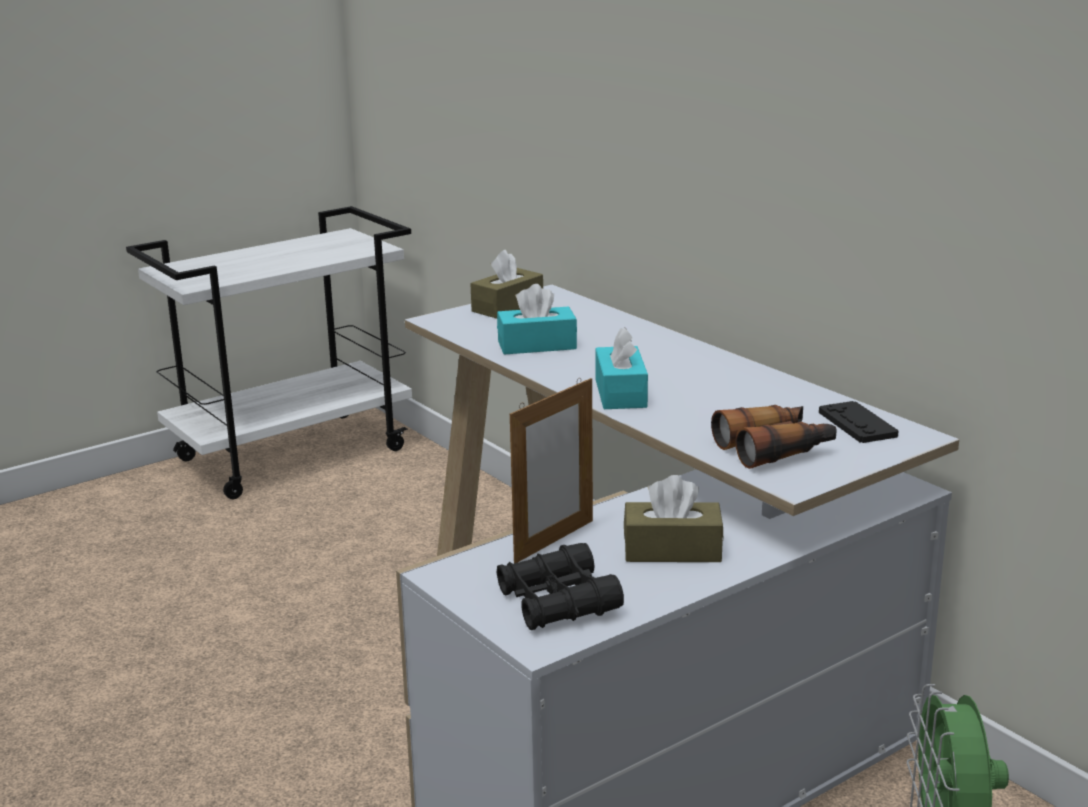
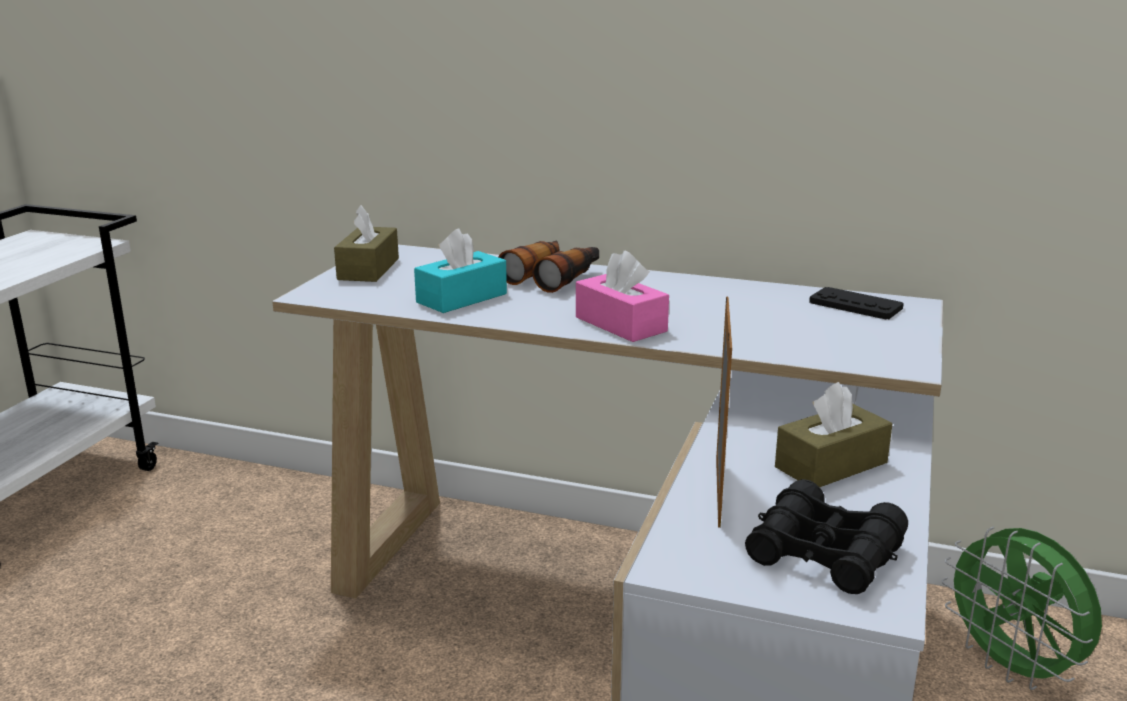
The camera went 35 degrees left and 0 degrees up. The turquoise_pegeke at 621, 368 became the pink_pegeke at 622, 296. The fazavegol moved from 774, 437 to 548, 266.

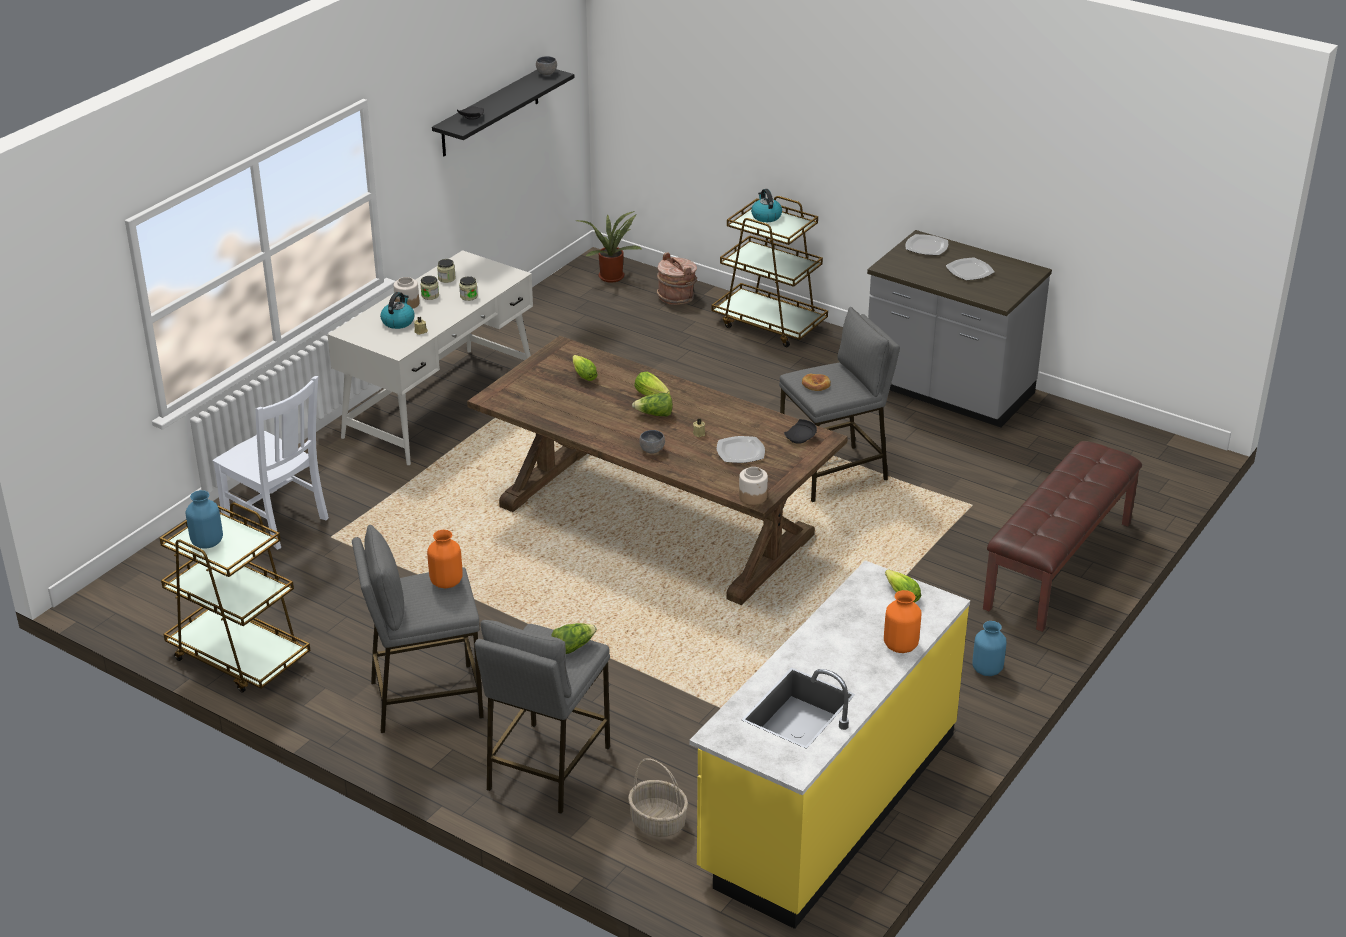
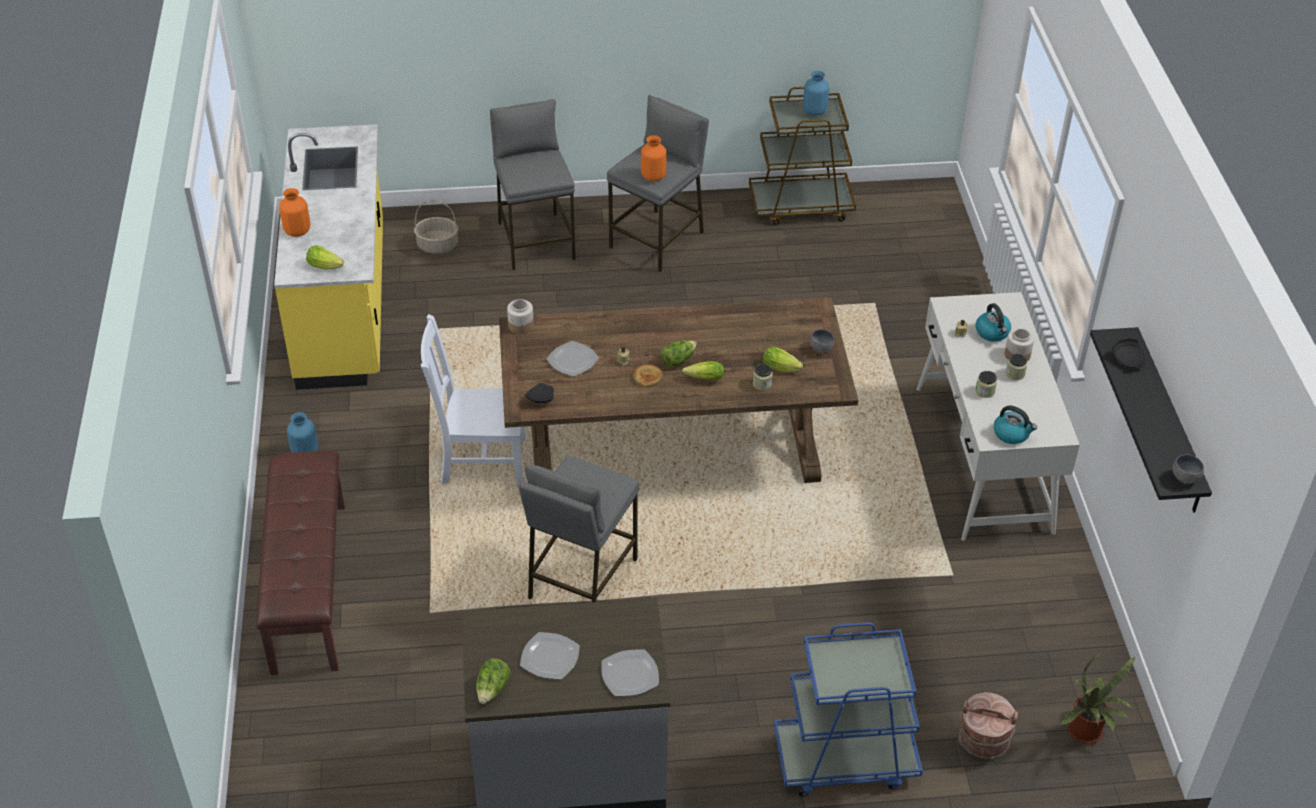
The camera went 140 degrees right and 10 degrees up. The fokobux moved from 766, 205 to 1015, 425. The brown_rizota at 770, 271 became the blue_rizota at 848, 710. The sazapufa moved from 446, 271 to 763, 377. The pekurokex moved from 816, 382 to 648, 376. The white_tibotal moved from 271, 463 to 473, 399. The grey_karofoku moved from 652, 442 to 822, 341. The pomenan moved from 574, 638 to 493, 681.

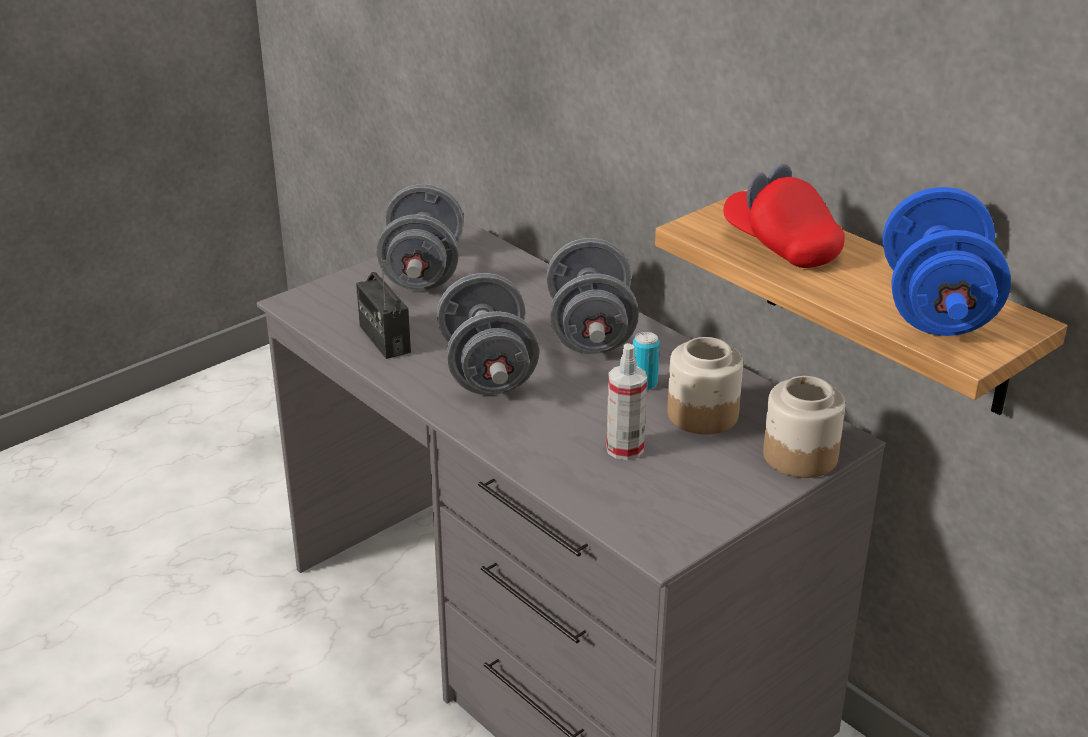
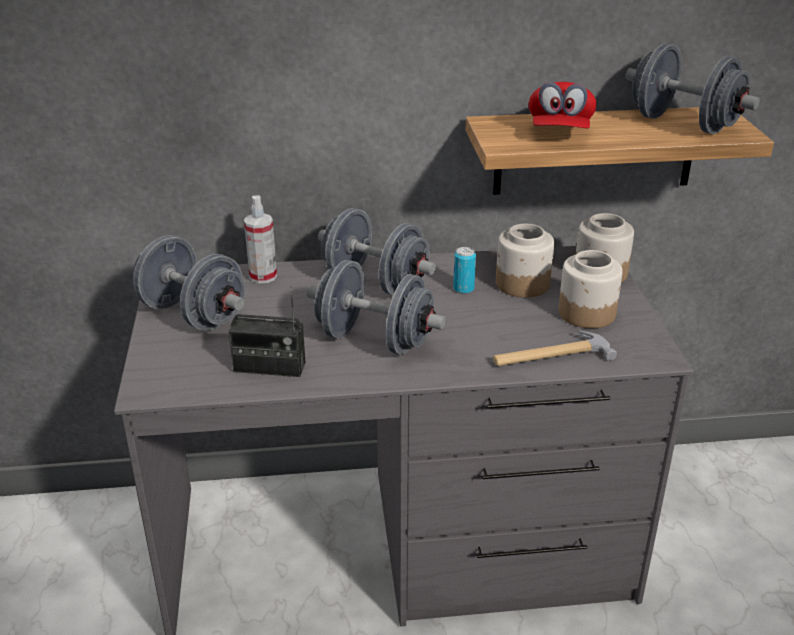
The camera went 55 degrees left and 0 degrees up. The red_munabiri at 784, 216 turned 75 degrees counterclockwise. The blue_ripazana at 947, 261 became the grey_ripazana at 692, 88. The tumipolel moved from 626, 401 to 260, 239. The sazapufa at 590, 289 appeared. The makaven at 555, 348 appeared.

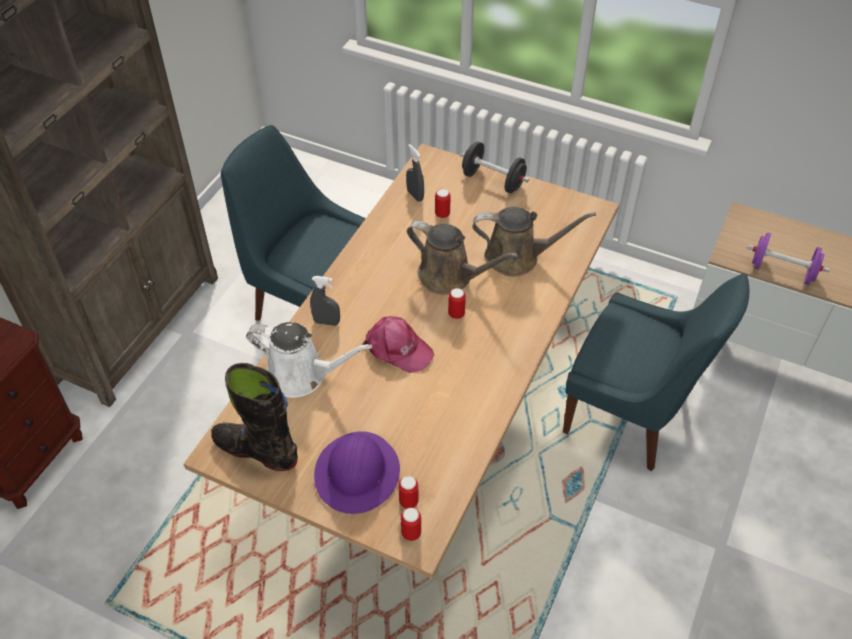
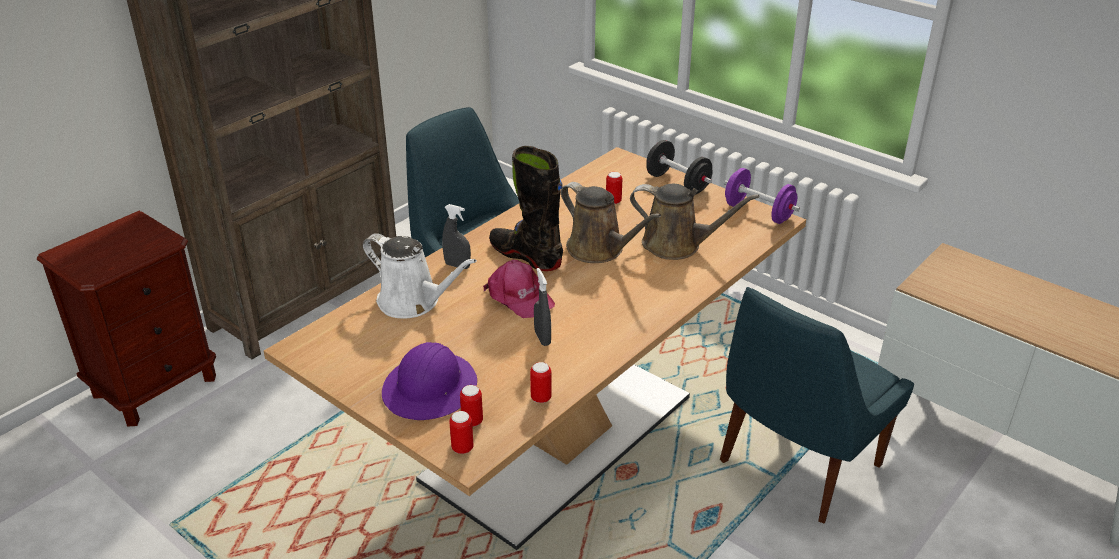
The camera went 15 degrees right and 15 degrees down. The grey_tumipolel moved from 415, 173 to 542, 307. The purple_ripazana moved from 788, 258 to 762, 196. The blue_tibotal at 656, 372 turned 90 degrees clockwise. The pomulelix moved from 457, 303 to 541, 382. The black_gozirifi moved from 254, 417 to 526, 208.

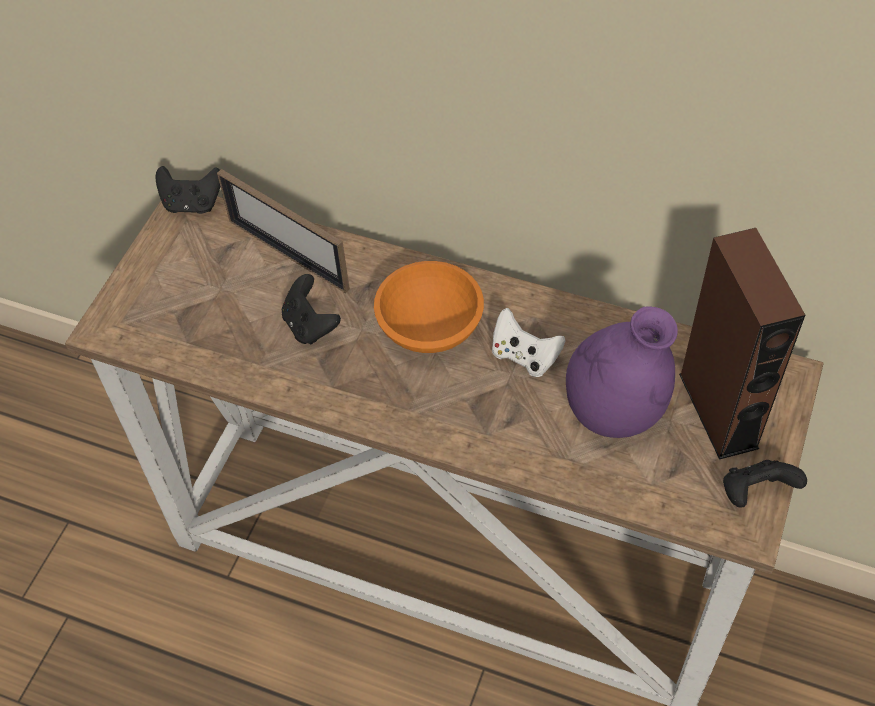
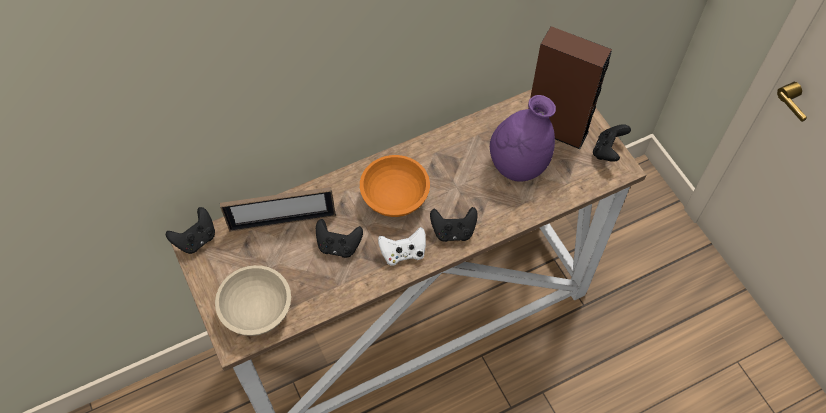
The camera went 50 degrees left and 5 degrees up. The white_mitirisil moved from 528, 342 to 402, 246. The black_mitirisil at 454, 224 appeared. The beige_karofoku at 253, 300 appeared.

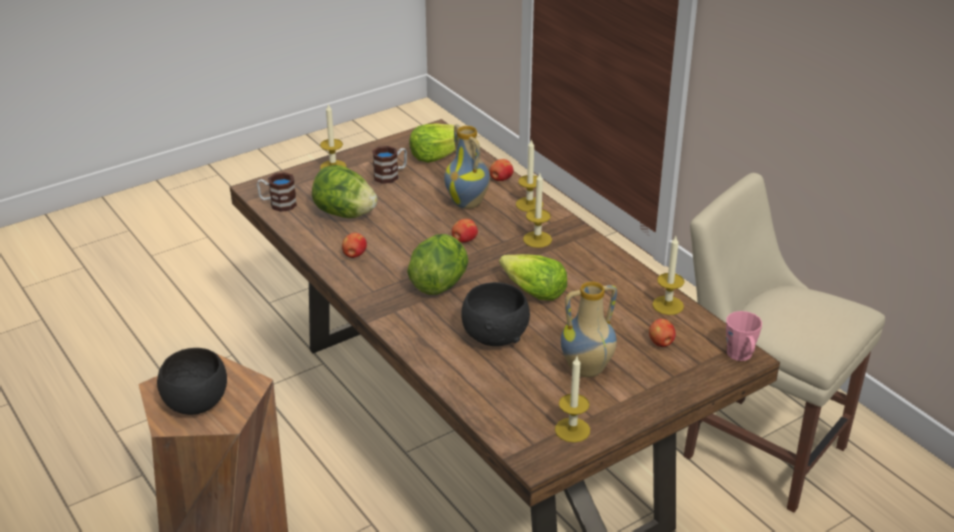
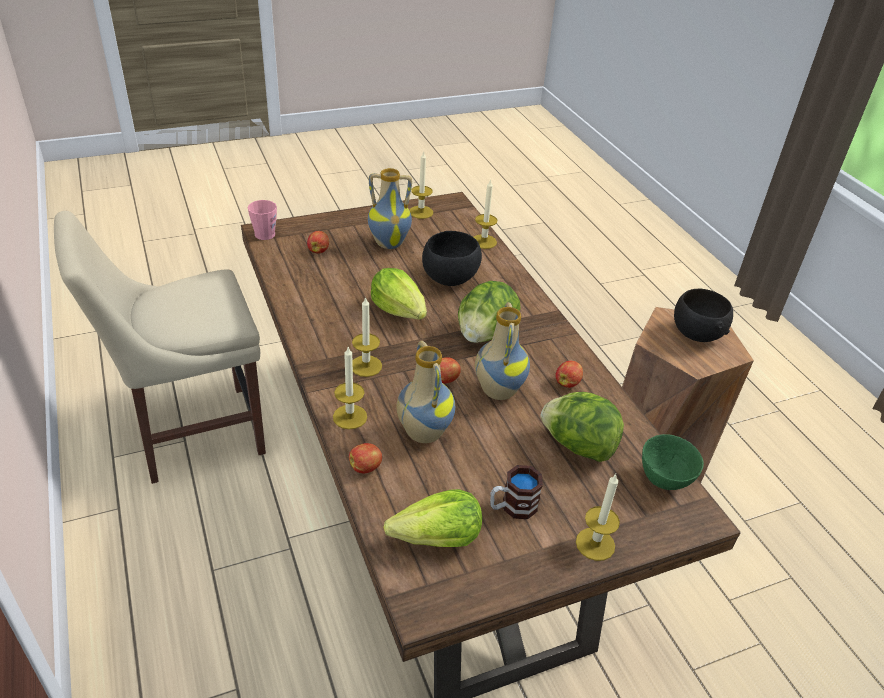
The camera went 170 degrees left and 5 degrees up. The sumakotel at 277, 192 was replaced by the green_karofoku at 673, 462. The beige_tibotal at 784, 343 turned 105 degrees clockwise. The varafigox moved from 668, 275 to 485, 214. The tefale at 502, 351 appeared.

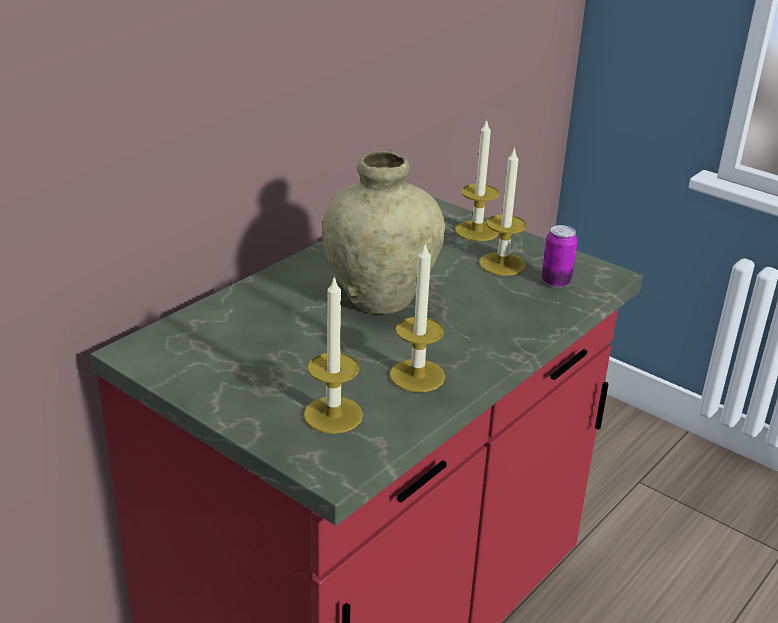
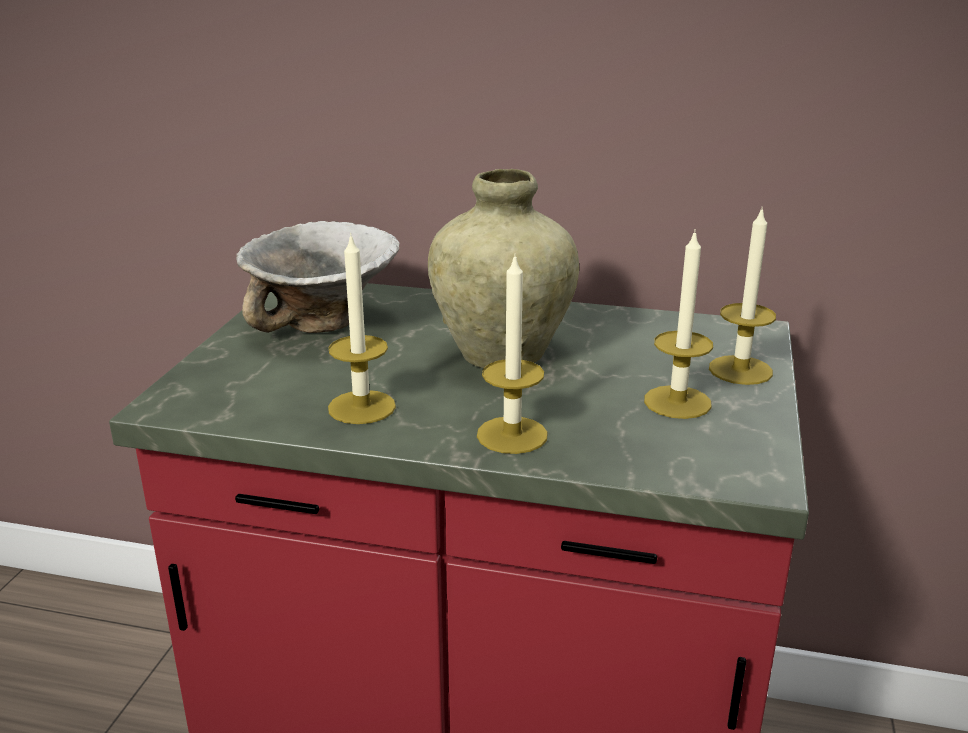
The camera went 65 degrees right and 5 degrees down. The pomulelix at 560, 256 disappeared. The varafigox moved from 333, 354 to 512, 353. The karofoku at 318, 277 appeared.

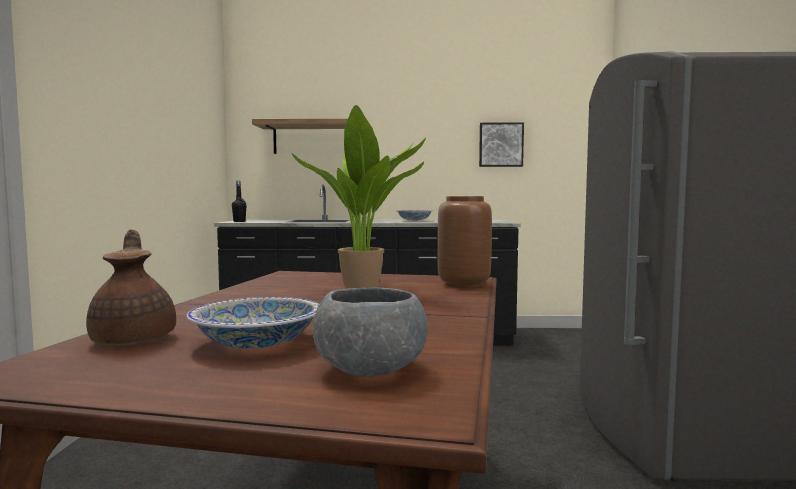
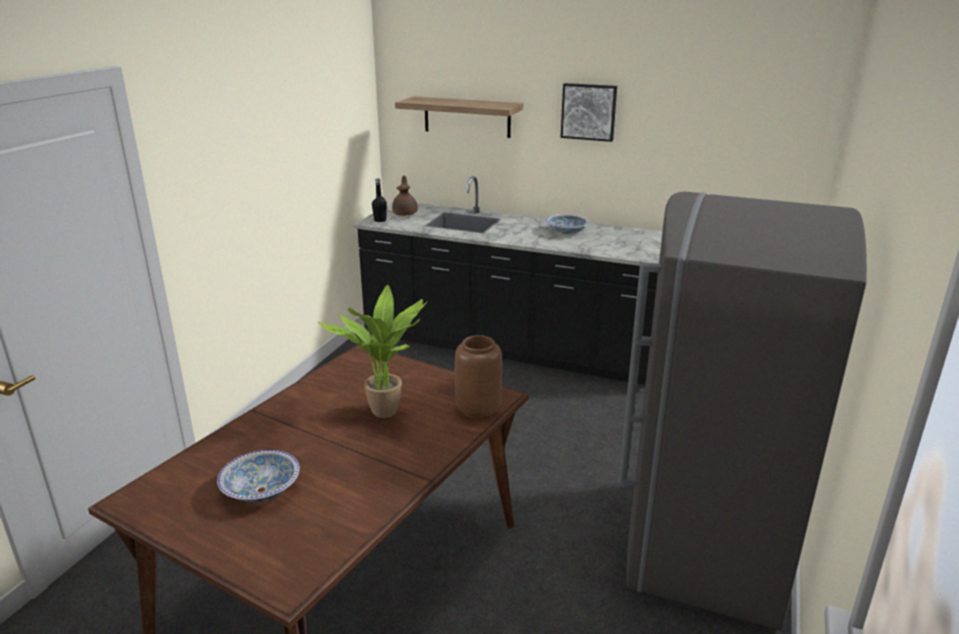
The camera went 20 degrees right and 20 degrees up. The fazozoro moved from 501, 144 to 589, 112. The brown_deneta moved from 131, 287 to 405, 195. The grey_karofoku at 370, 332 disappeared.

